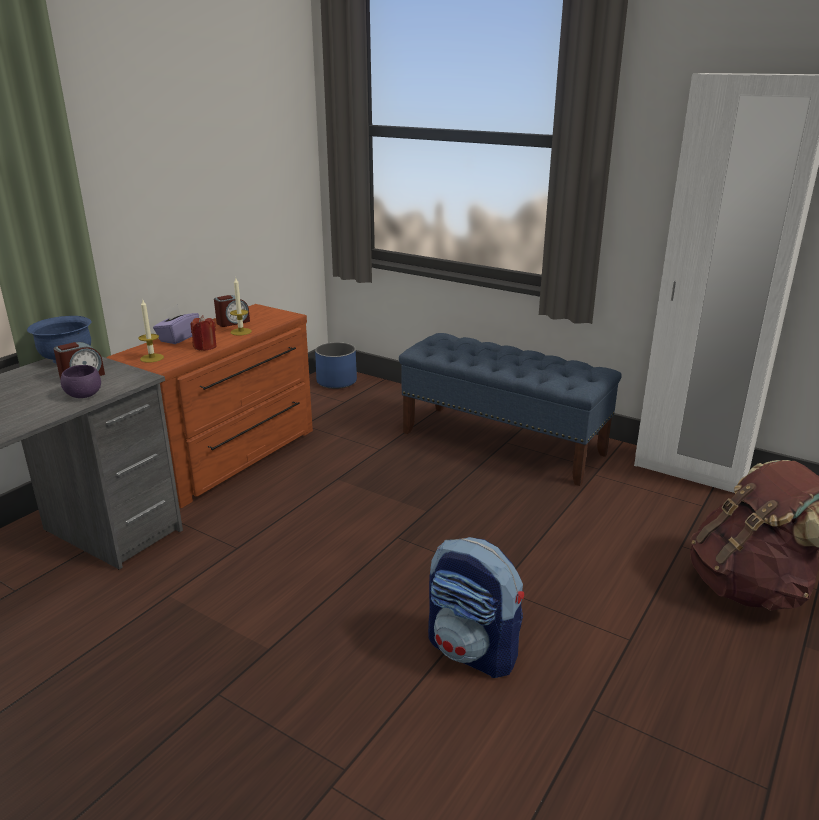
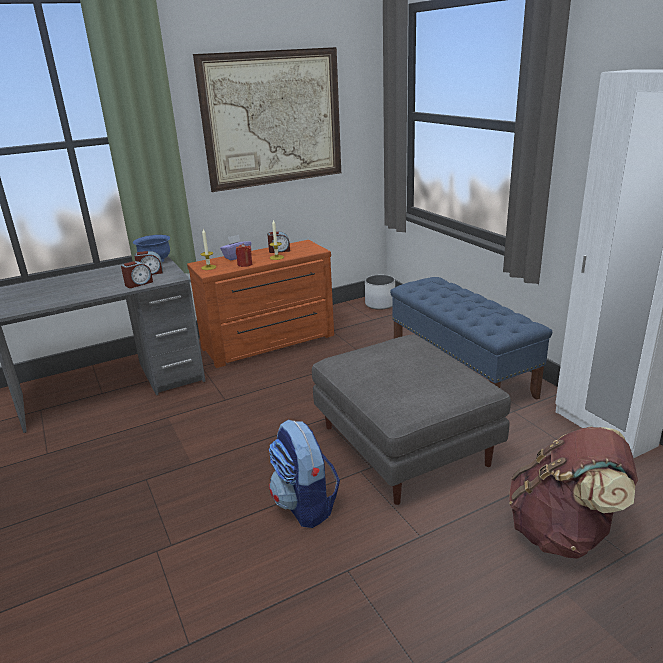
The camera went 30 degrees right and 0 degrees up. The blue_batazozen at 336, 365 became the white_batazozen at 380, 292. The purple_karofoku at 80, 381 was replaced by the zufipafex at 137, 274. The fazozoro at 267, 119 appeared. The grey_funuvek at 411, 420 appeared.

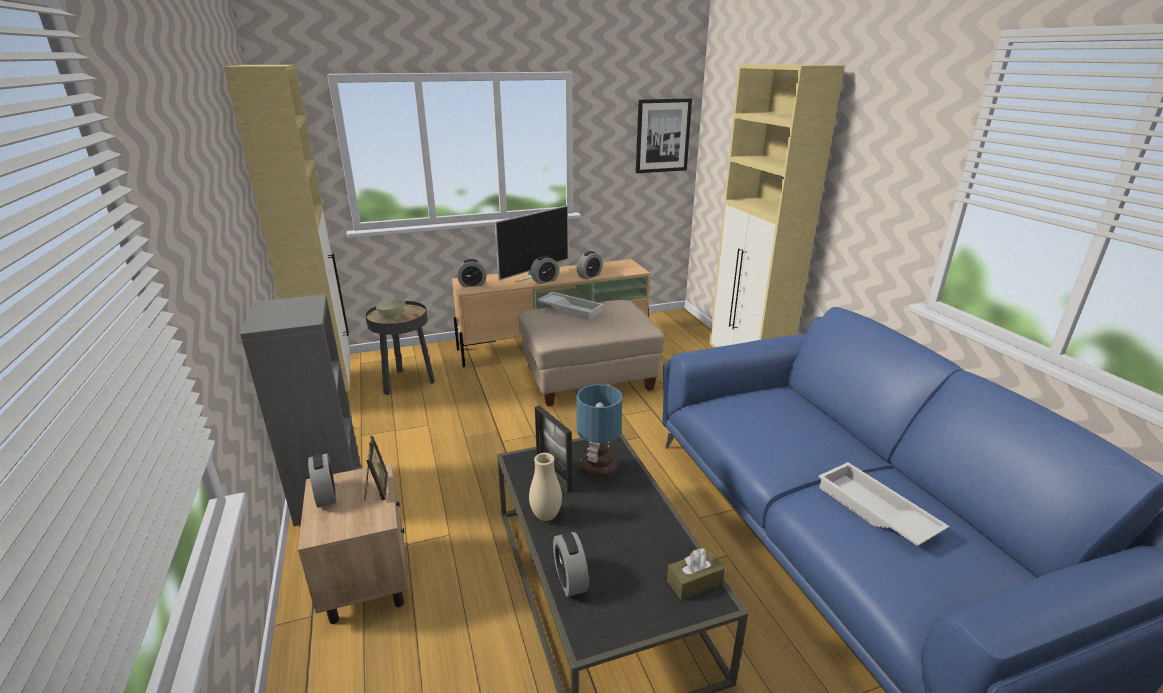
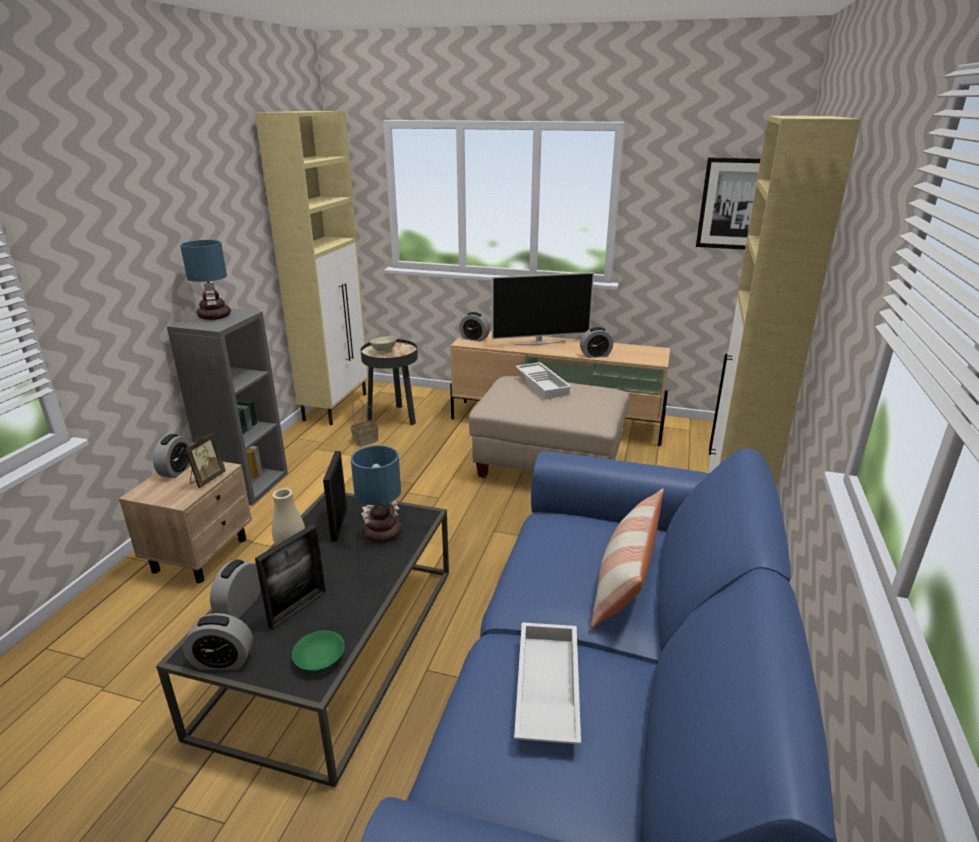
The camera went 35 degrees right and 0 degrees up. The zufipafex moved from 544, 269 to 218, 641. The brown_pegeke at 696, 574 was replaced by the green_karofoku at 318, 651. The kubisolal at 205, 280 appeared. The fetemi at 364, 423 appeared. The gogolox at 627, 558 appeared. The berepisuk at 290, 577 appeared.

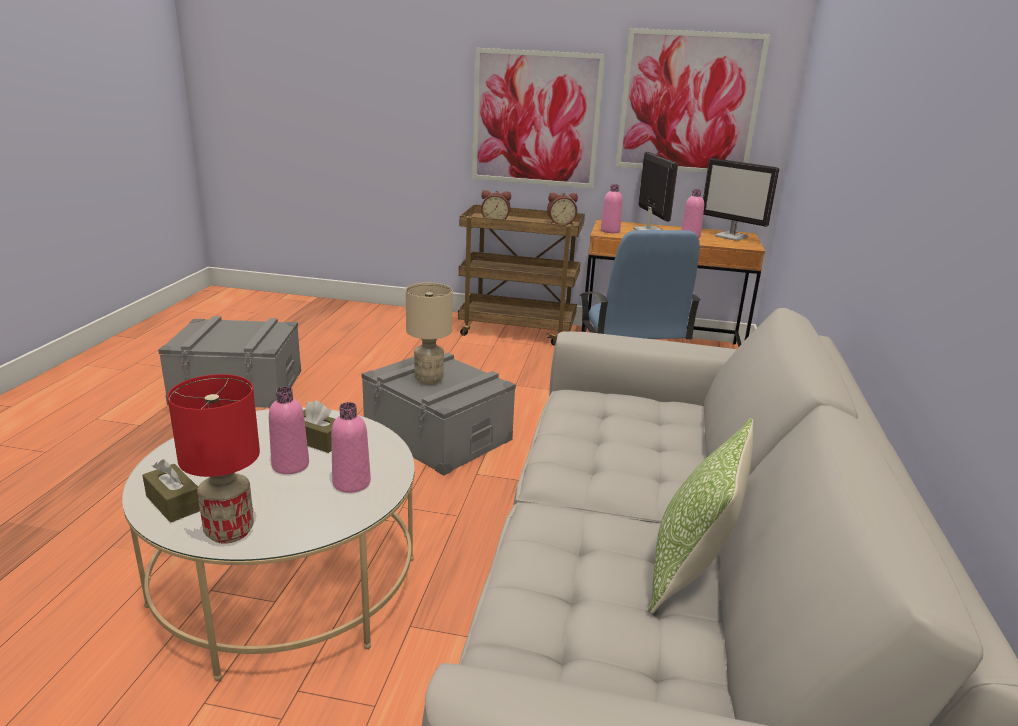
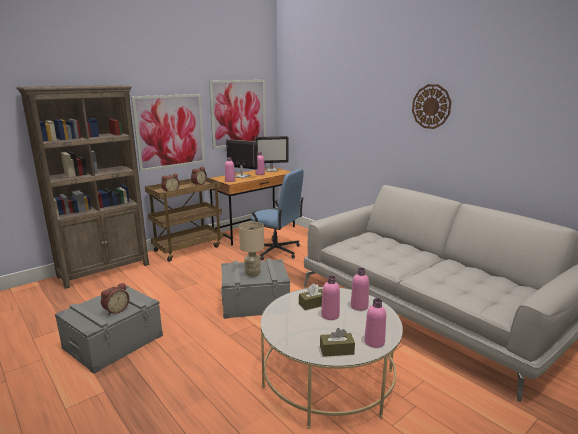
The camera went 50 degrees left and 5 degrees down. The red_kubisolal at 213, 459 was replaced by the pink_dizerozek at 375, 323. The gogolox at 701, 516 disappeared. The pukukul at 431, 106 appeared. The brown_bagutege at 82, 187 appeared. The zufipafex at 115, 299 appeared.

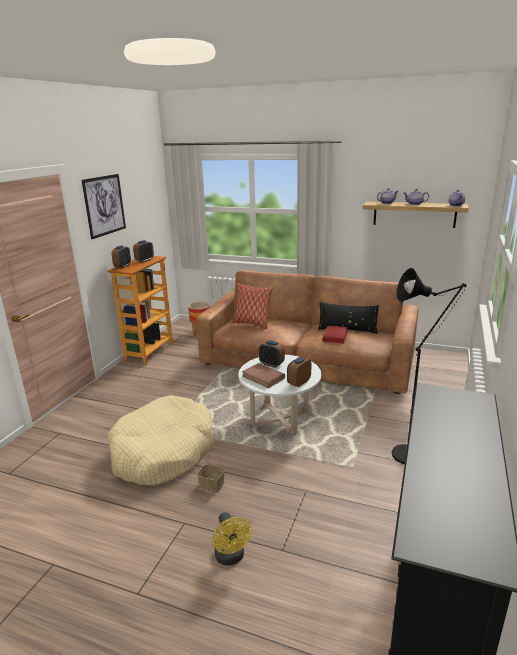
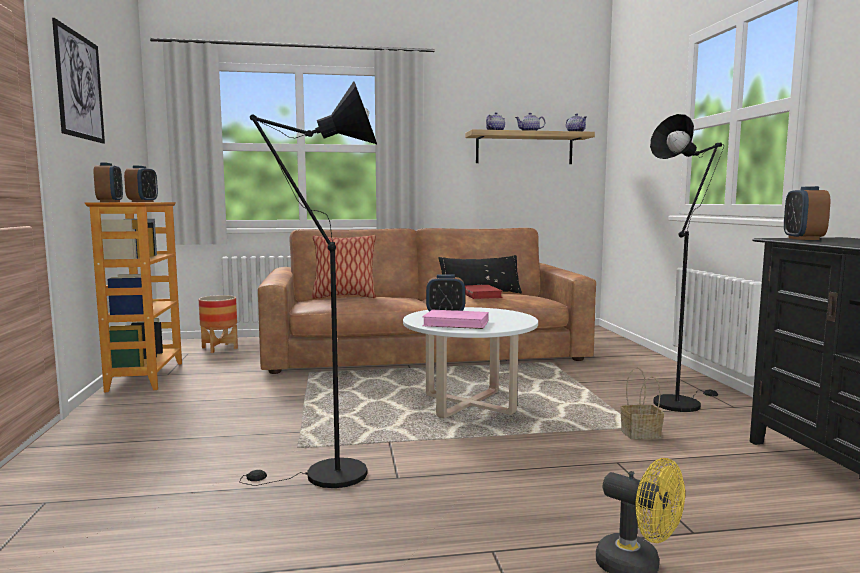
The camera went 30 degrees left and 15 degrees down. The zufipafex moved from 299, 372 to 807, 213. The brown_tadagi at 263, 375 became the pink_tadagi at 455, 319. The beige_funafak at 161, 440 was replaced by the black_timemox at 308, 284. The fetemi moved from 210, 469 to 642, 403.

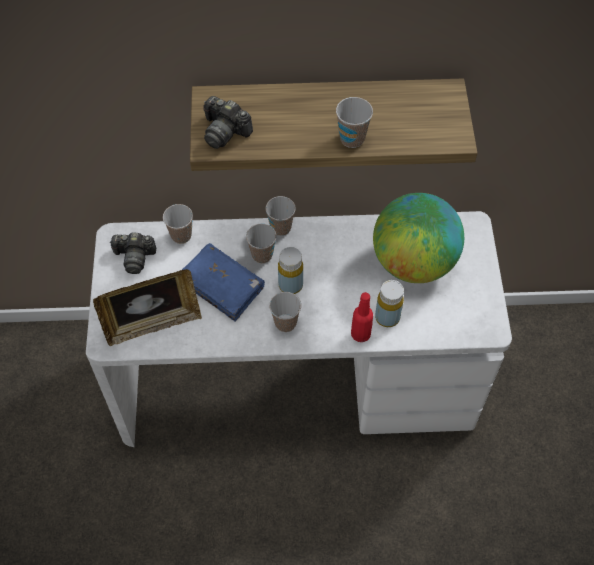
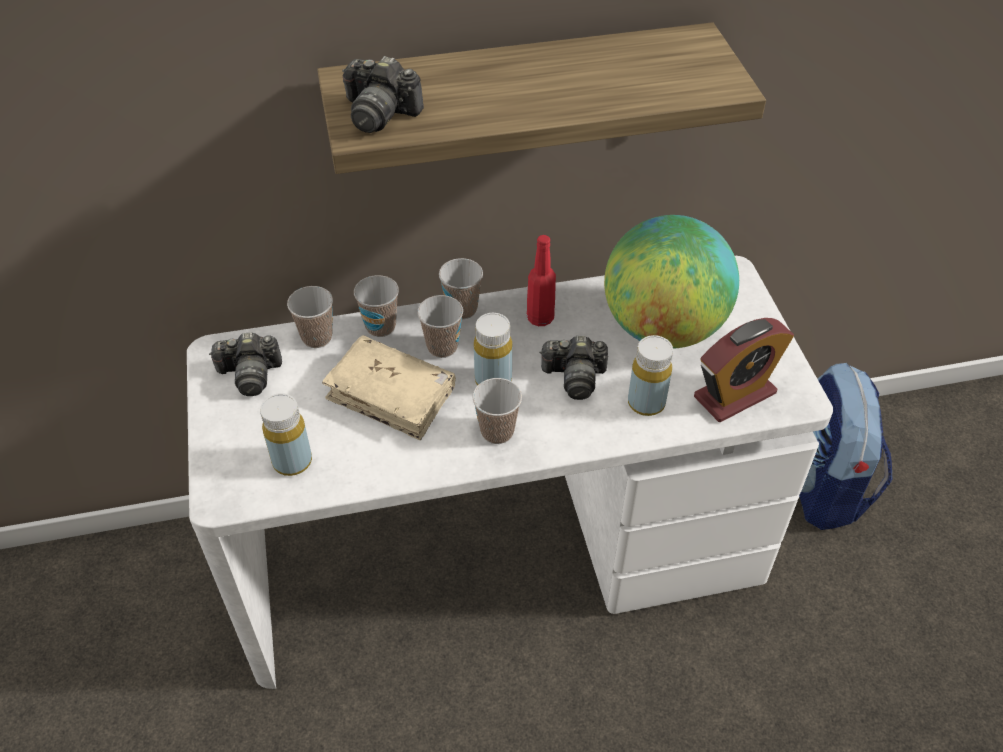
The camera went 10 degrees left and 10 degrees down. The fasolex moved from 354, 122 to 376, 306. The blue_tadagi at 223, 282 became the beige_tadagi at 389, 387. The berepisuk at 147, 307 was replaced by the yellow_dizerozek at 286, 434. The red_dizerozek moved from 362, 317 to 541, 280. The zufipafex at 744, 370 appeared. The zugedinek at 573, 368 appeared. The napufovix at 845, 446 appeared.

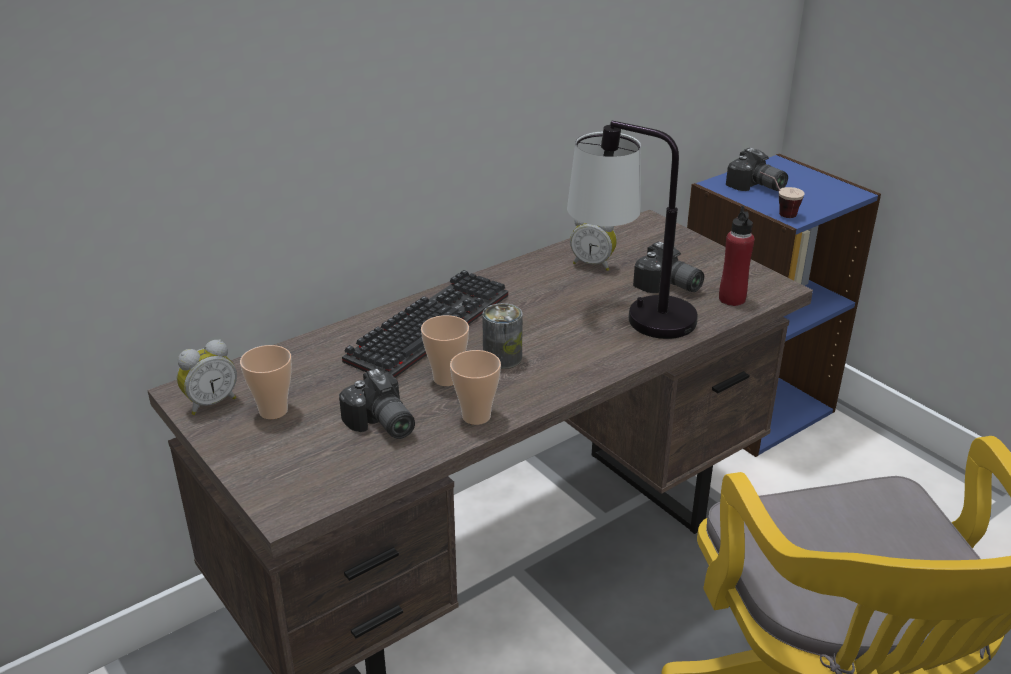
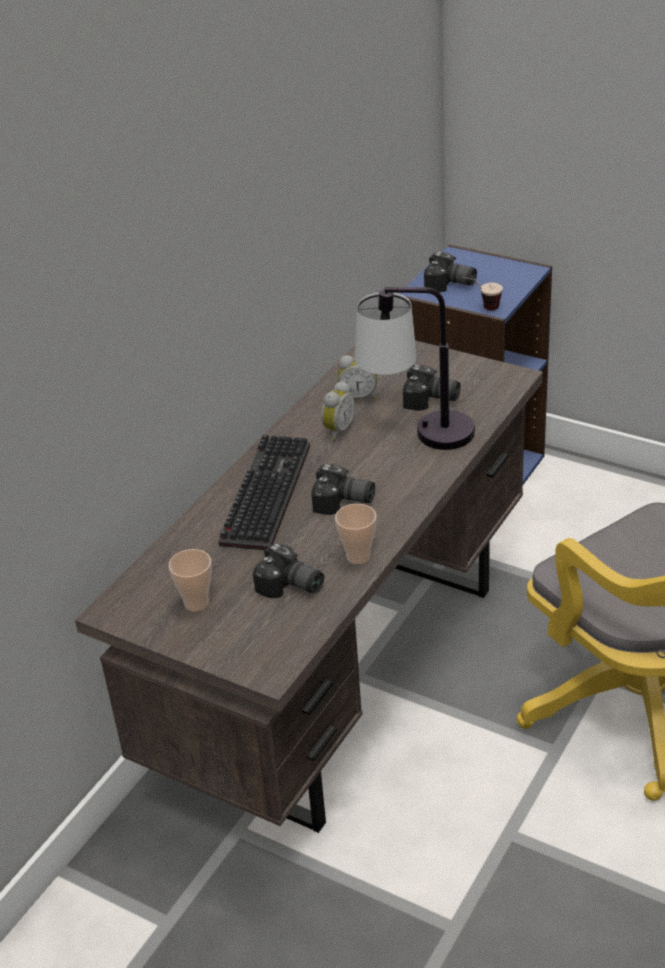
The camera went 20 degrees left and 5 degrees up. The red_dizerozek at 737, 256 disappeared. The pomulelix at 502, 336 was replaced by the zugedinek at 343, 489. The fasolex at 445, 350 disappeared. The zufipafex moved from 207, 377 to 338, 411.

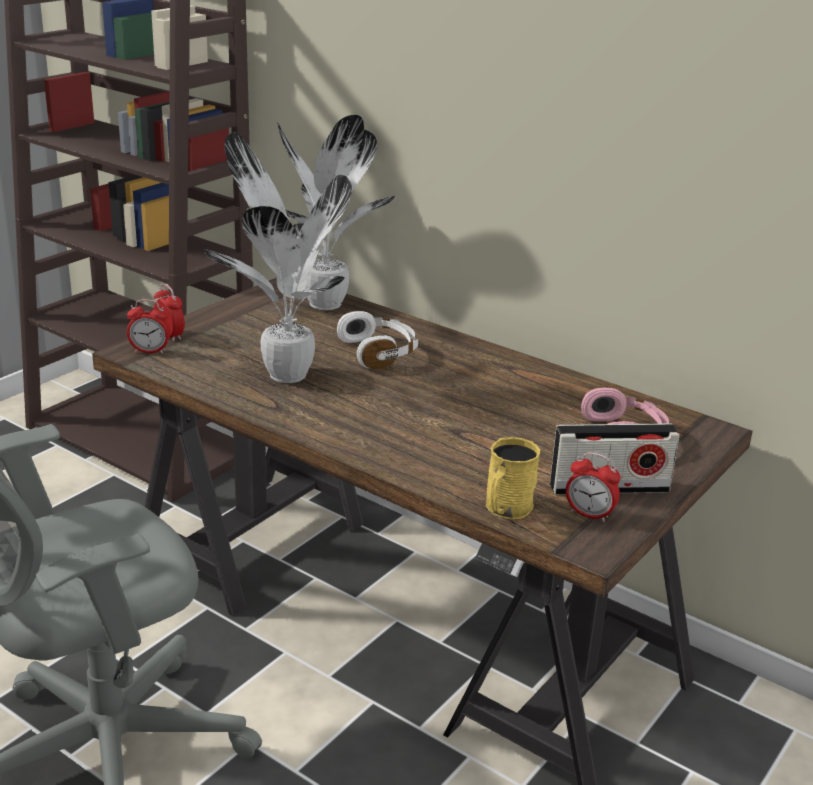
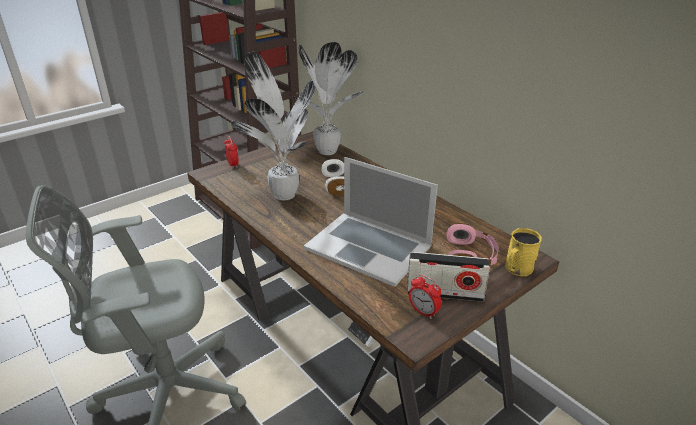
The camera went 15 degrees right and 5 degrees up. The zufipafex at 148, 326 disappeared. The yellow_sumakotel moved from 513, 478 to 523, 252. The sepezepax at 371, 222 appeared.

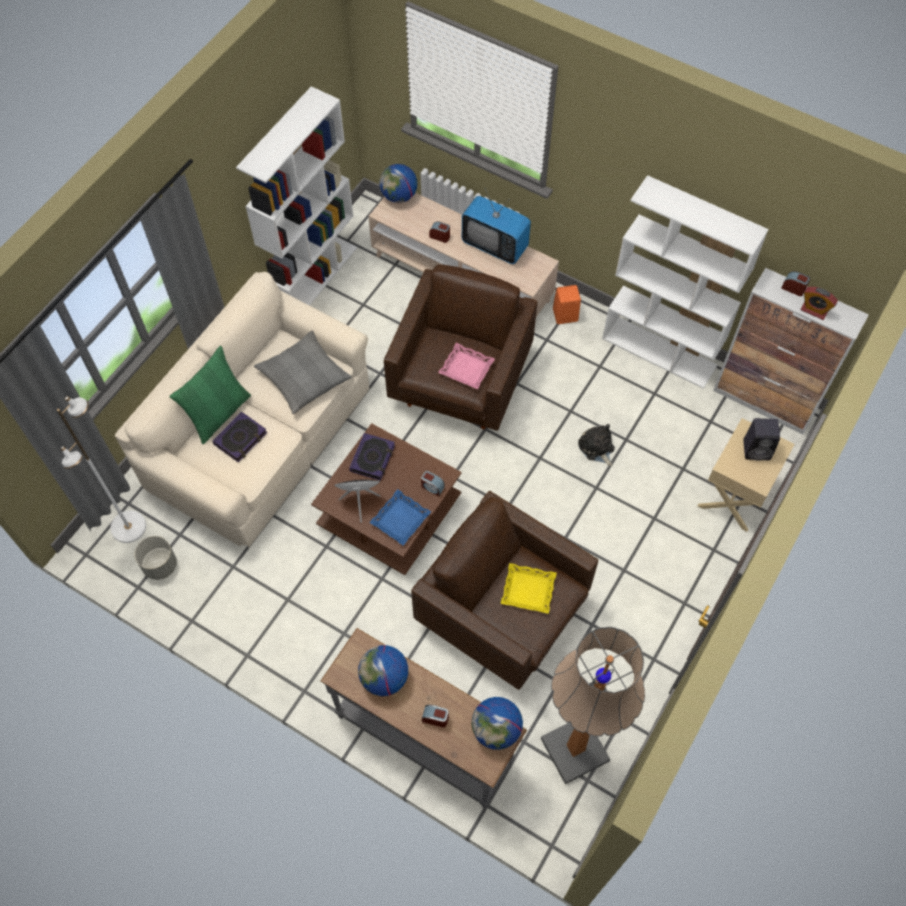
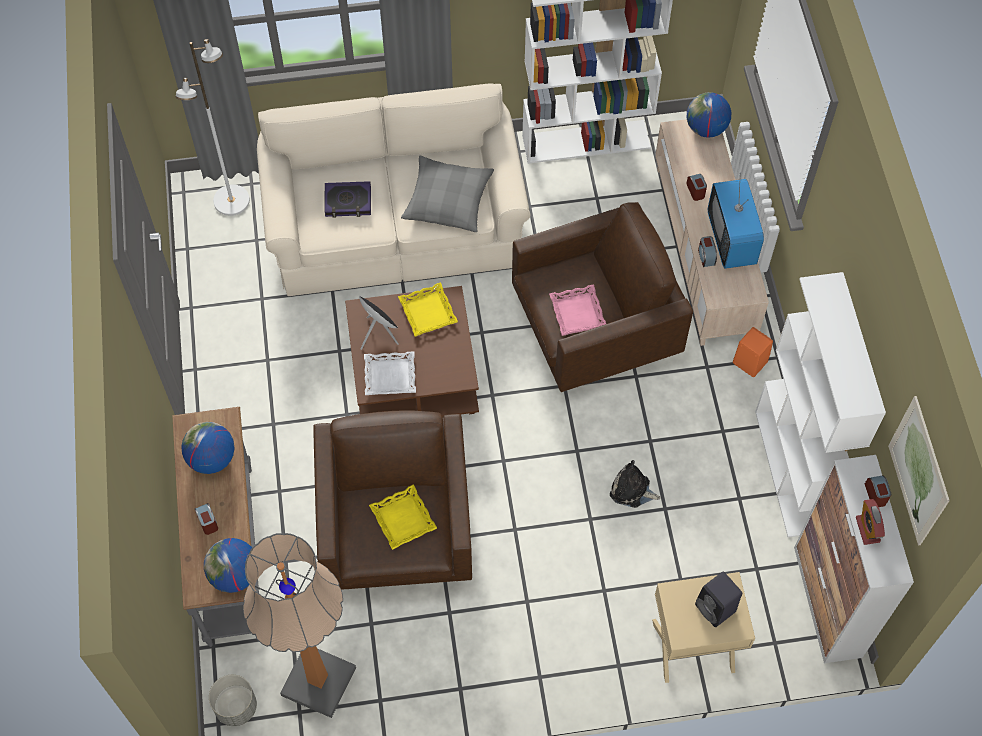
The camera went 50 degrees right and 0 degrees up. The green_gogolox at 210, 395 disappeared. The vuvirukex at 596, 445 turned 90 degrees counterclockwise. The tadagi at 372, 457 was replaced by the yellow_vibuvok at 428, 309. The zufipafex moved from 433, 483 to 707, 251. The blue_vibuvok at 400, 517 became the white_vibuvok at 390, 373. The grey_batazozen moved from 156, 558 to 233, 700. The fazozoro at 919, 471 appeared.

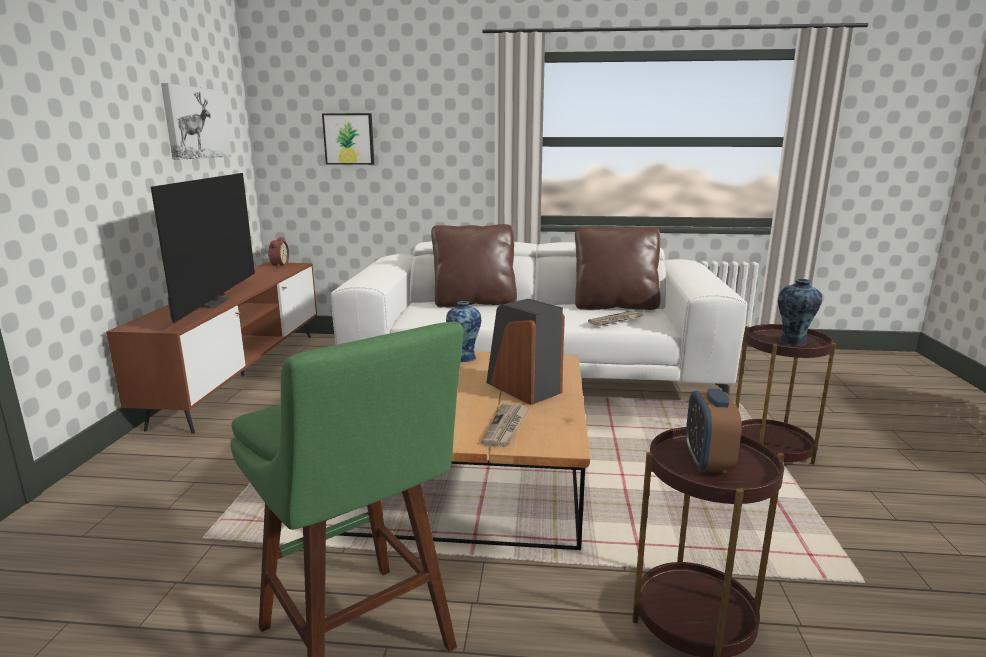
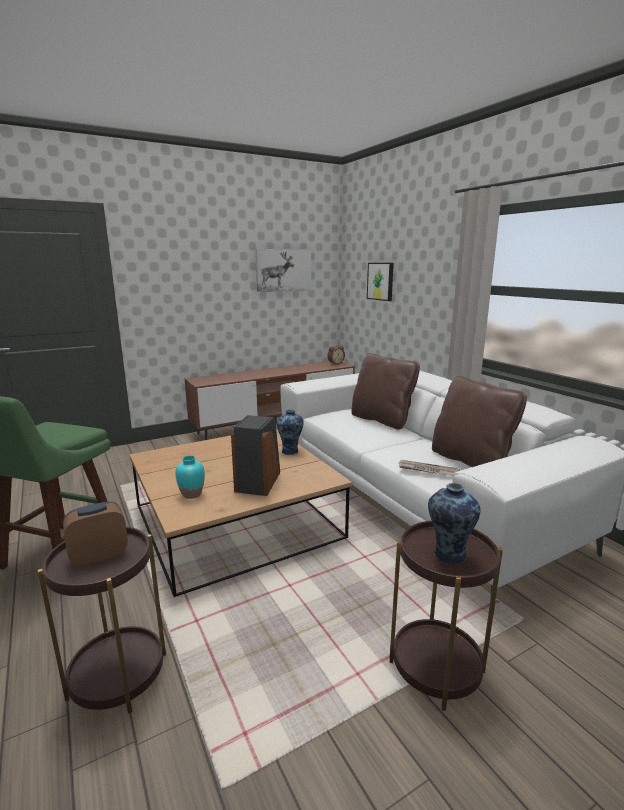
The camera went 55 degrees right and 0 degrees up. The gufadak at 203, 248 disappeared. The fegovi at 505, 425 was replaced by the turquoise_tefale at 190, 477.

